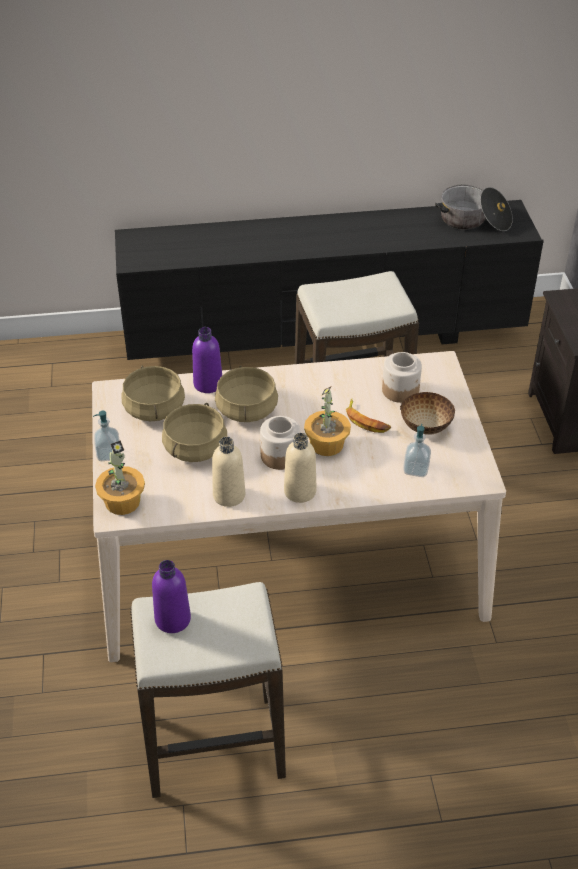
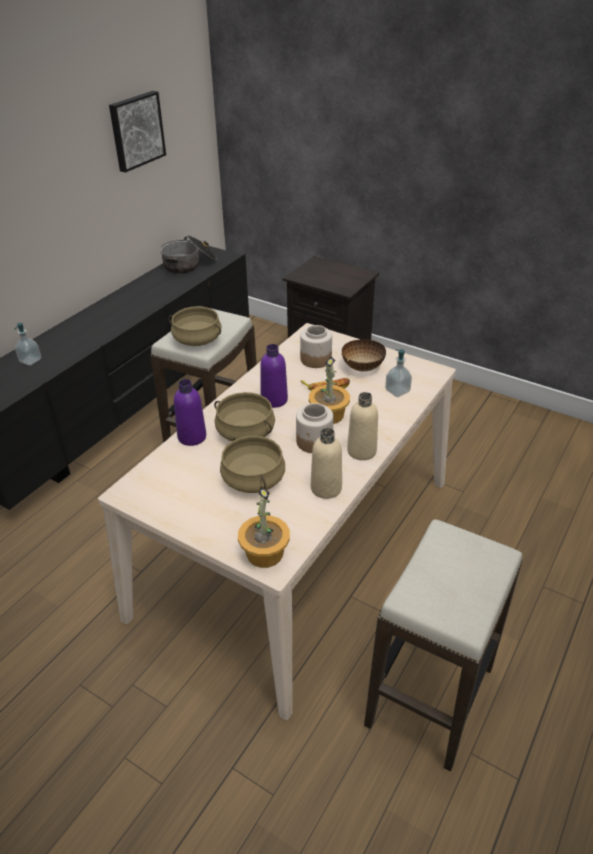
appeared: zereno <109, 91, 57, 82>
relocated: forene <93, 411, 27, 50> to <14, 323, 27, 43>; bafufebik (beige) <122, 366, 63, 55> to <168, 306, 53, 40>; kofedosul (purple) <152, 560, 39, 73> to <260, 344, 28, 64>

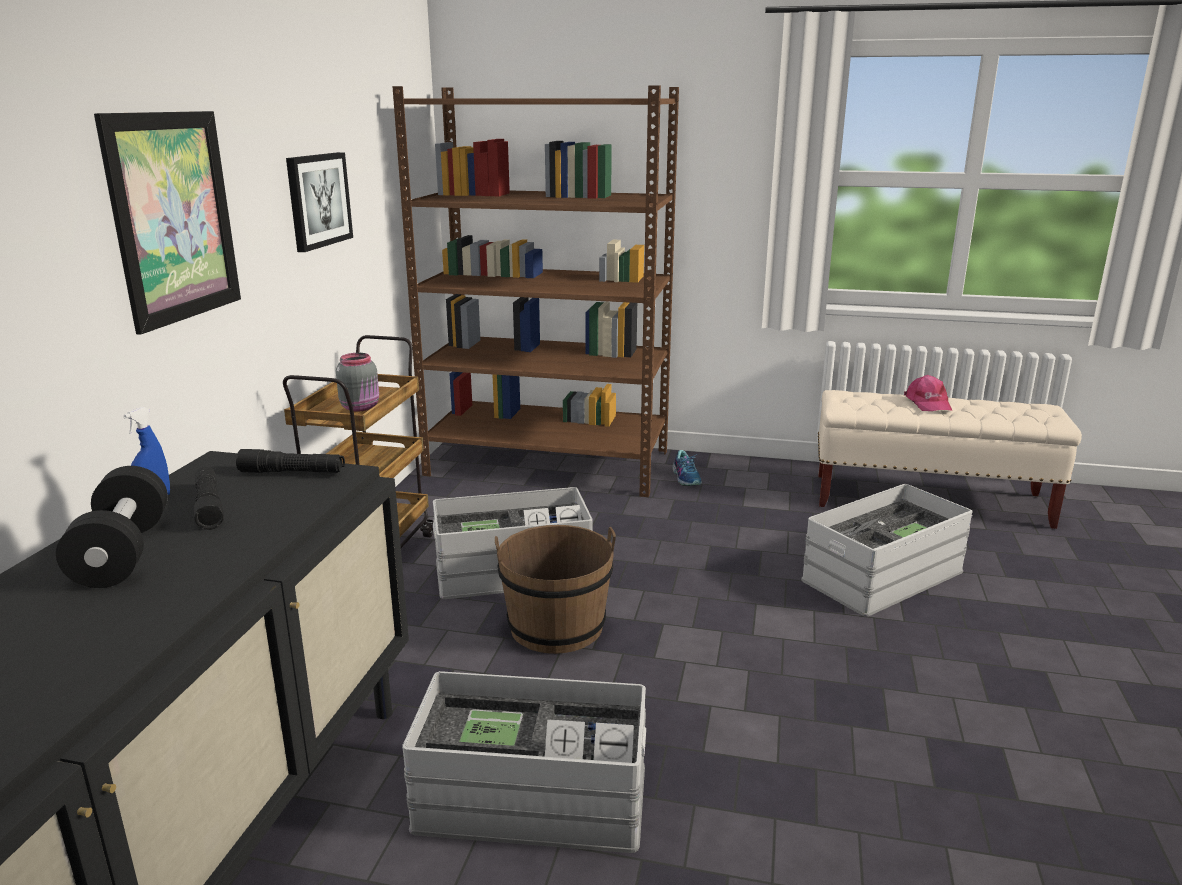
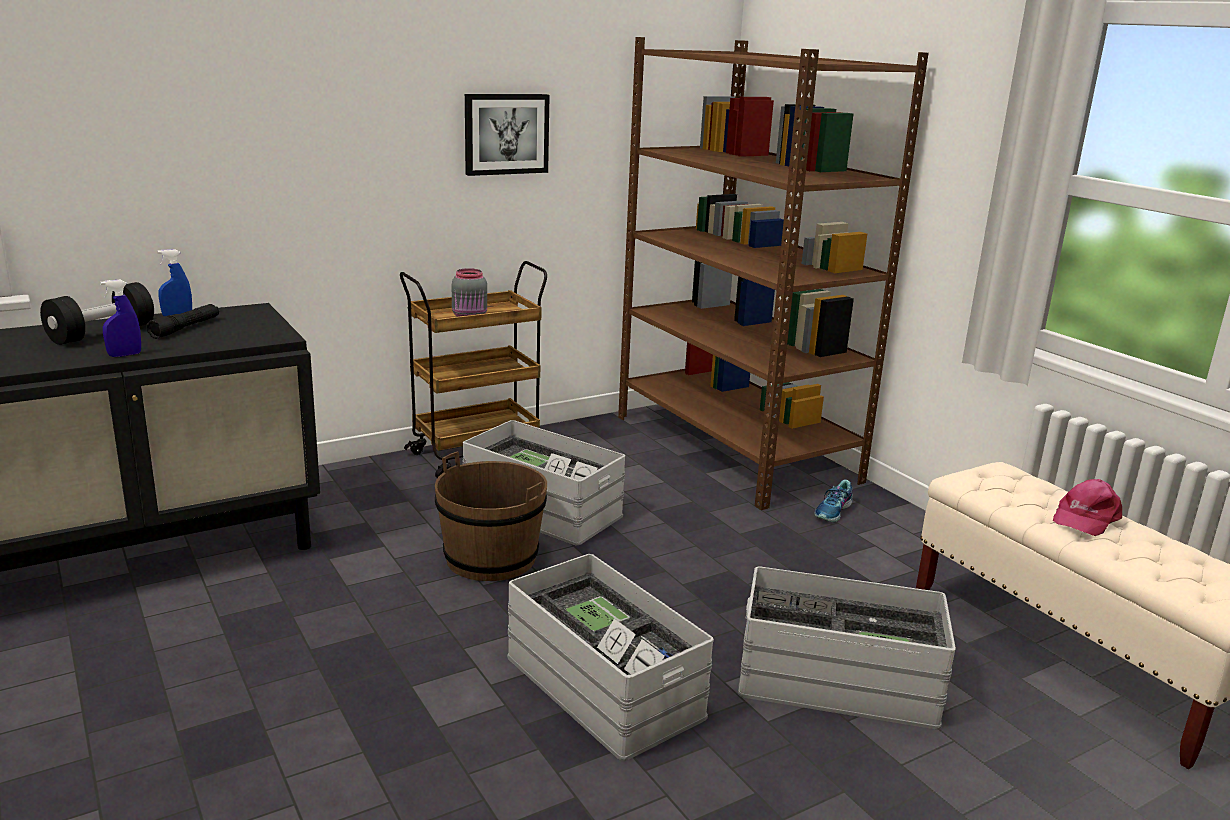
missing: zereno <94, 111, 147, 224>; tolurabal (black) <236, 449, 109, 24>
appeared: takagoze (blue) <100, 280, 41, 77>
relocated: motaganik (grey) <402, 671, 244, 182> to <507, 554, 207, 207>

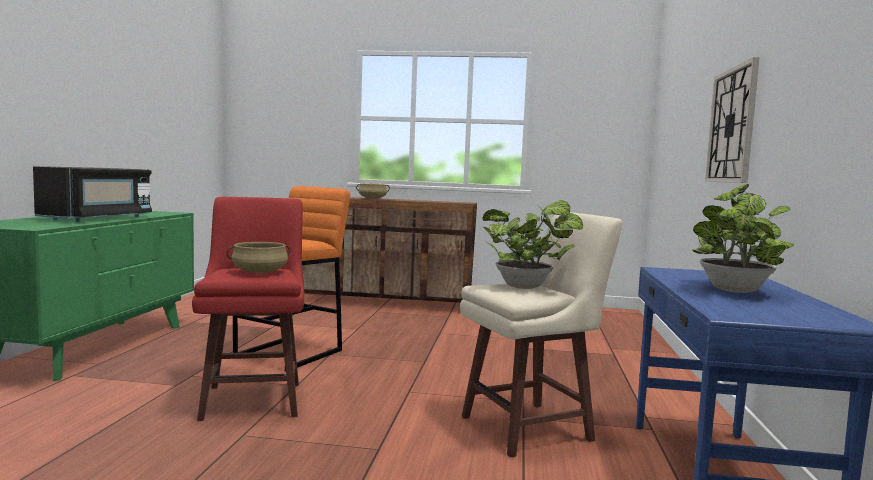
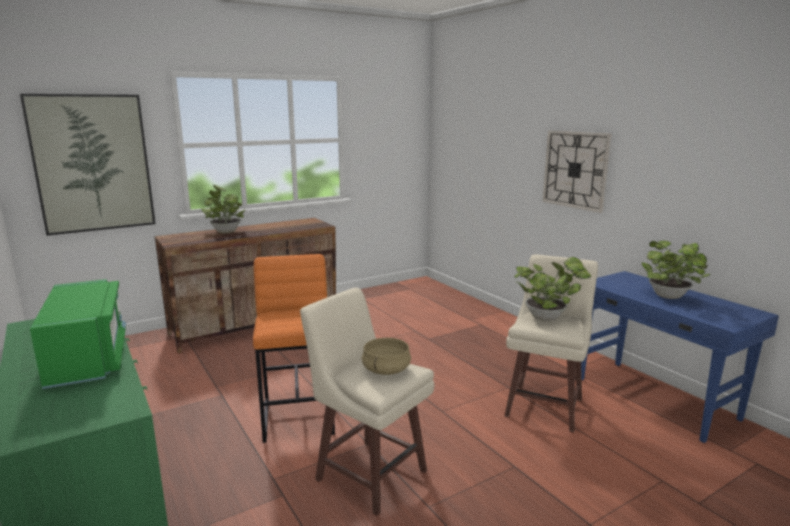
appeared: zereno <20, 94, 136, 142>
exchanged: bafufebik (beige) <356, 183, 34, 16> to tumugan <201, 185, 44, 48>
colour: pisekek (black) <33, 166, 119, 56> to pisekek (green) <30, 279, 96, 110>; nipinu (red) <192, 197, 112, 224> to nipinu (beige) <300, 288, 134, 228>

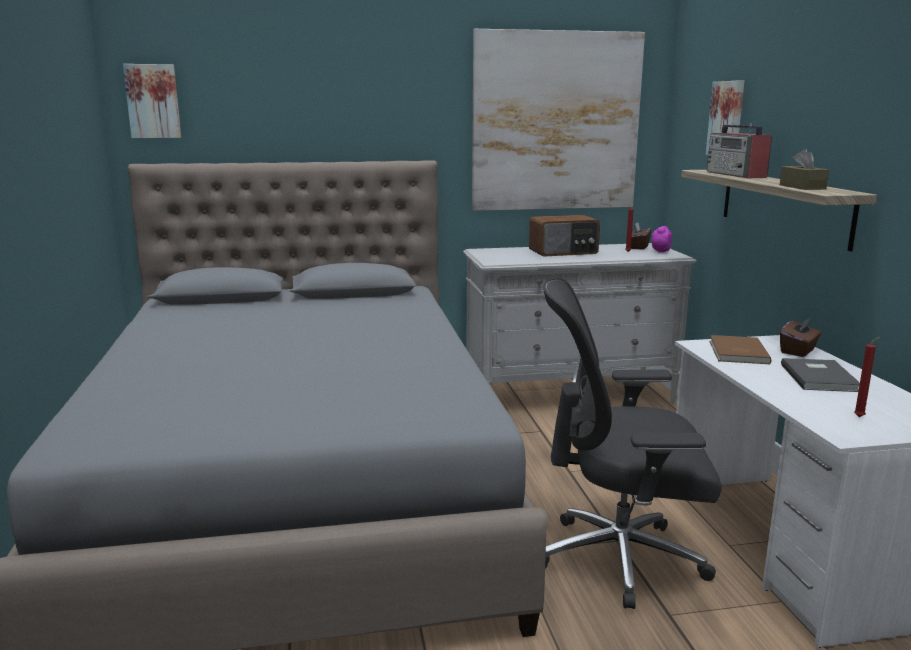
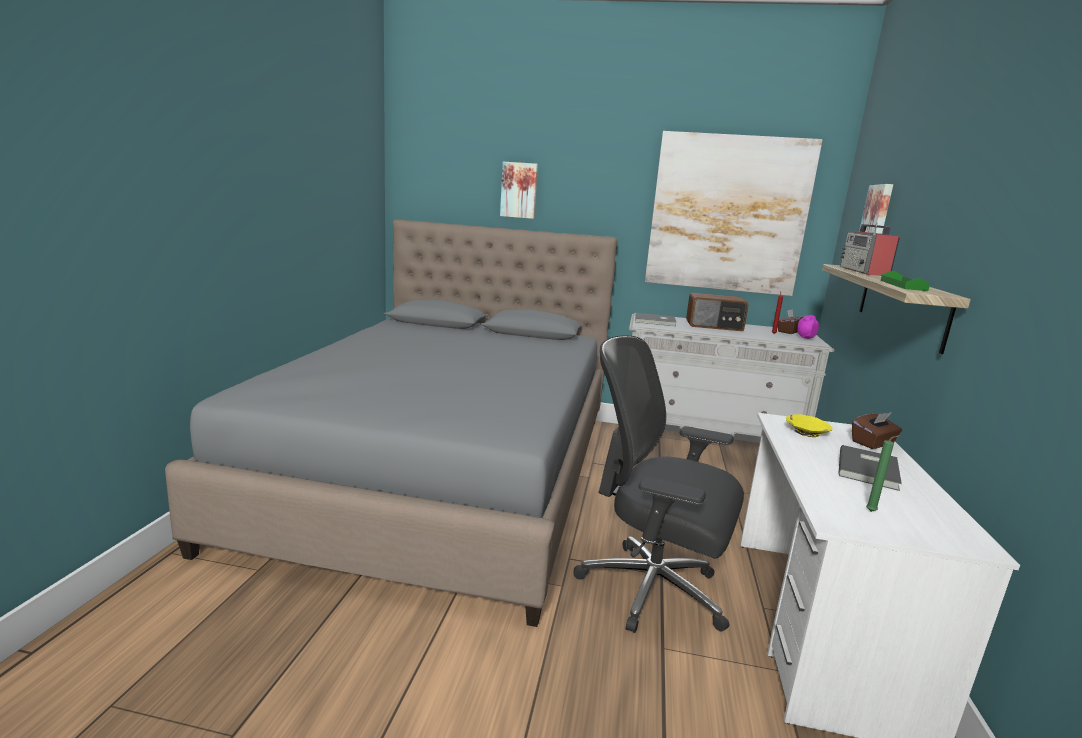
appeared: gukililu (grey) <635, 313, 41, 13>
relocated: zereno <123, 64, 58, 74> to <500, 162, 38, 57>
exchanged: gukililu (brown) <709, 335, 62, 29> to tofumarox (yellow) <786, 414, 47, 23>; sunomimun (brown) <780, 149, 49, 41> to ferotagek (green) <880, 271, 50, 20>
colour: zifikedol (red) <854, 337, 26, 80> to zifikedol (green) <866, 435, 35, 77>

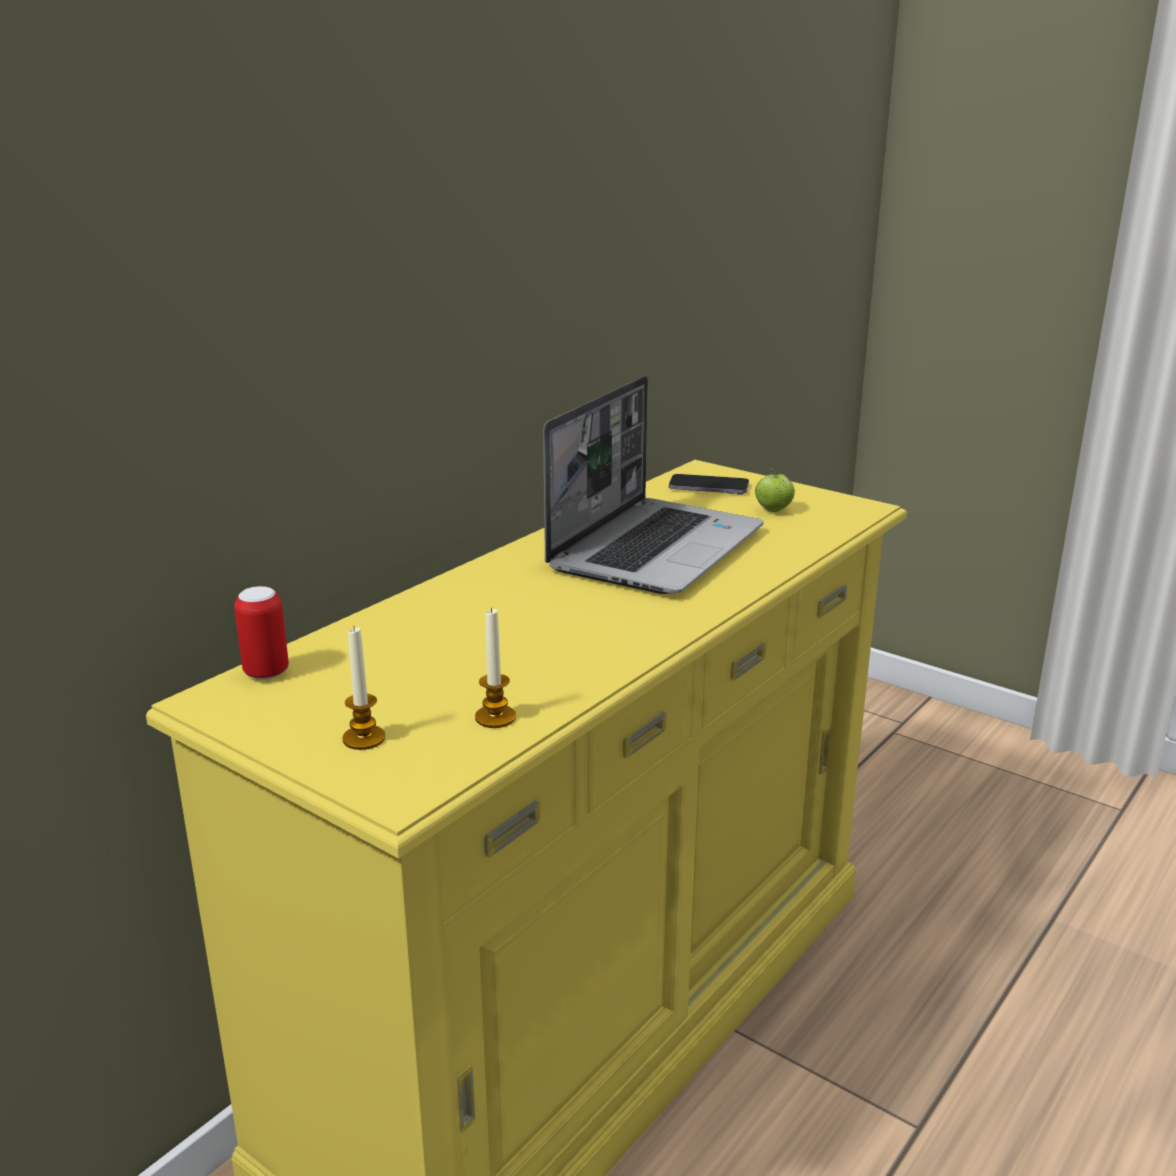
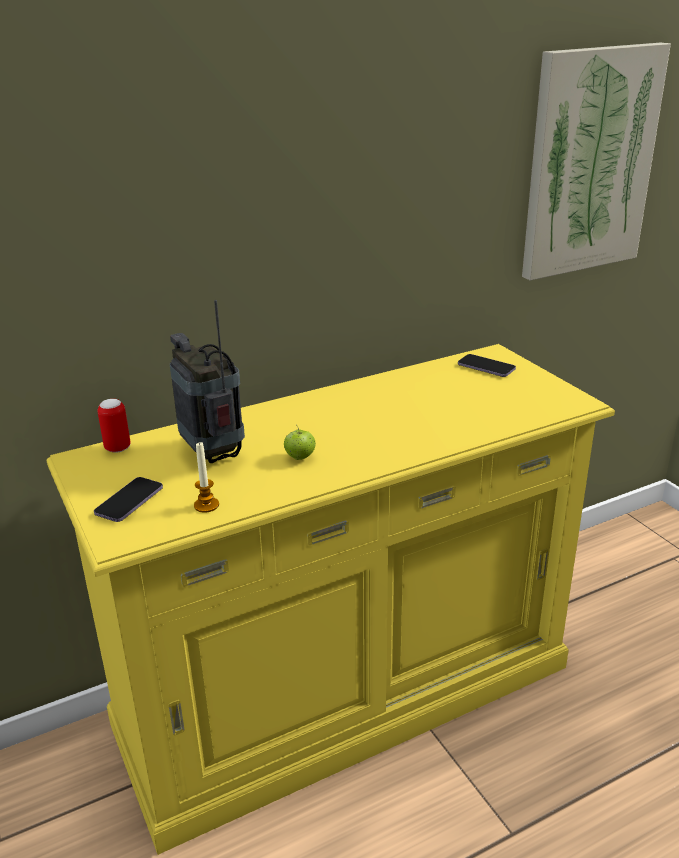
missing: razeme <543, 376, 221, 218>
appeared: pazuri <170, 300, 75, 163>; zereno <522, 43, 149, 238>
relocated: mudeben <755, 468, 40, 44> to <284, 426, 32, 34>
exchanged: zifikedol <342, 627, 43, 123> to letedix <94, 477, 69, 45>

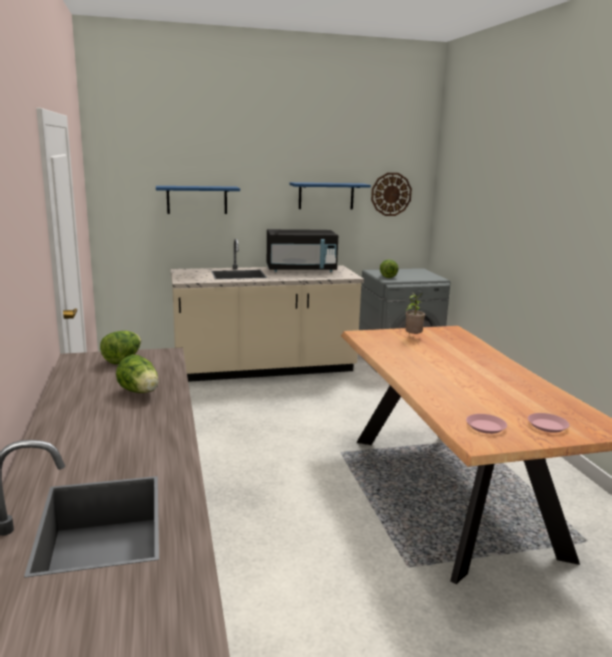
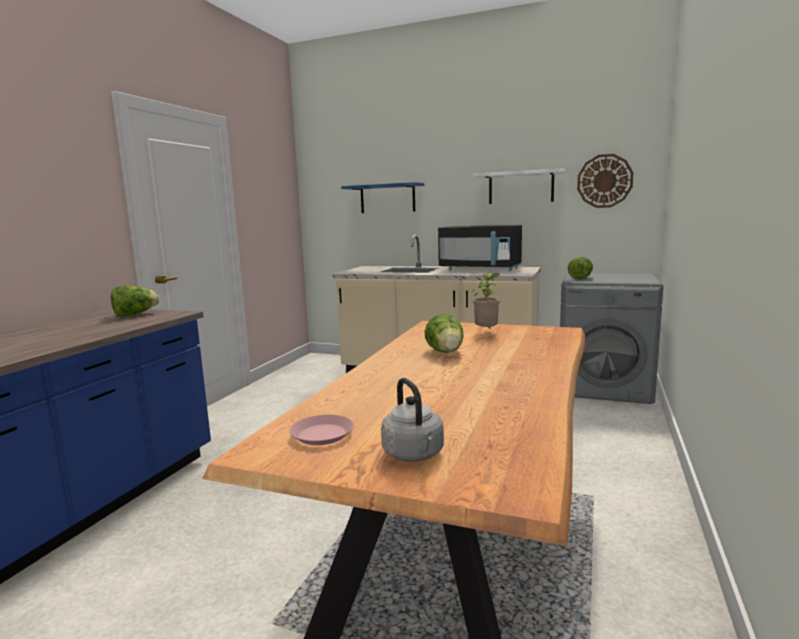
relocated: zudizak <116, 355, 43, 38> to <424, 314, 39, 39>
exchanged: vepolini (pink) <528, 413, 41, 20> to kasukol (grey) <381, 378, 63, 84>
colour: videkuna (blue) <290, 182, 81, 27> to videkuna (white) <473, 168, 93, 36>

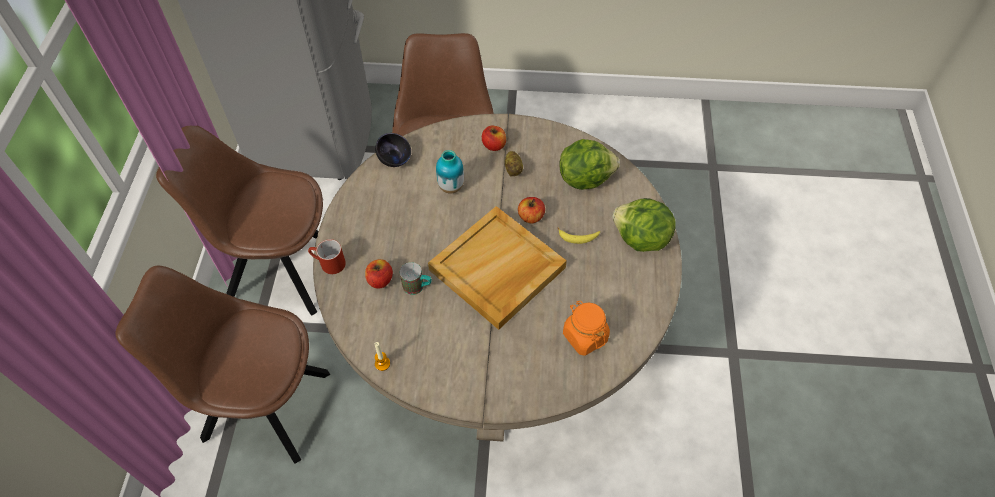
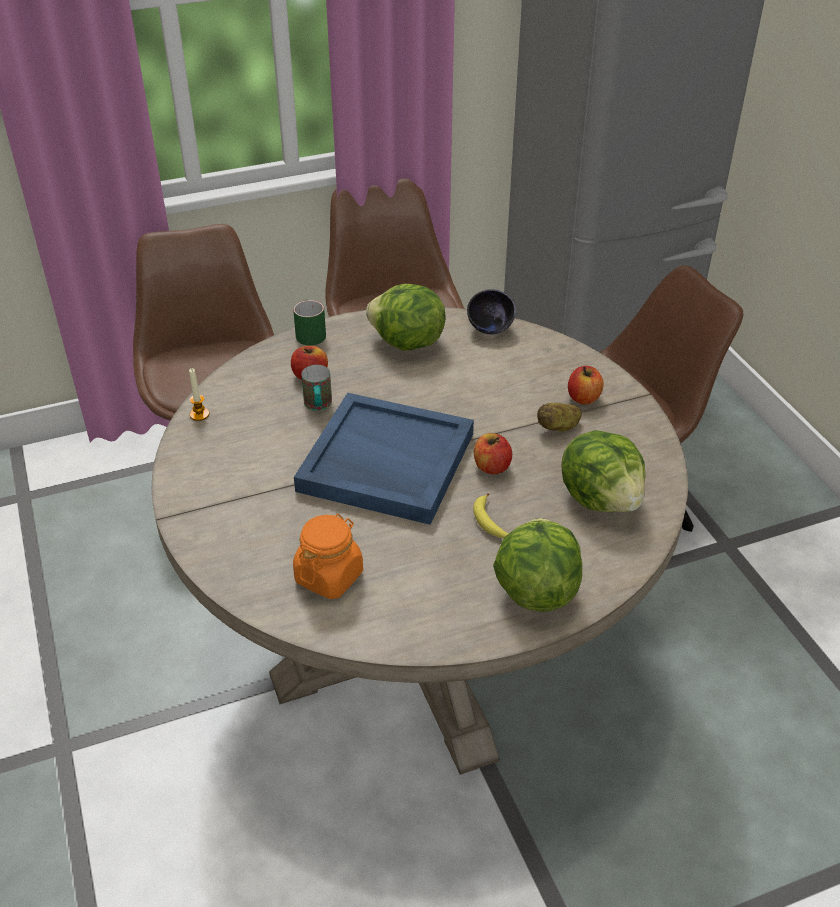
missing: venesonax <436, 150, 28, 44>
appeared: zudizak <366, 284, 80, 67>
colour: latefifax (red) <308, 239, 38, 35> to latefifax (green) <293, 299, 33, 46>; ferotagek (beige) <428, 206, 139, 124> to ferotagek (blue) <294, 393, 180, 132>

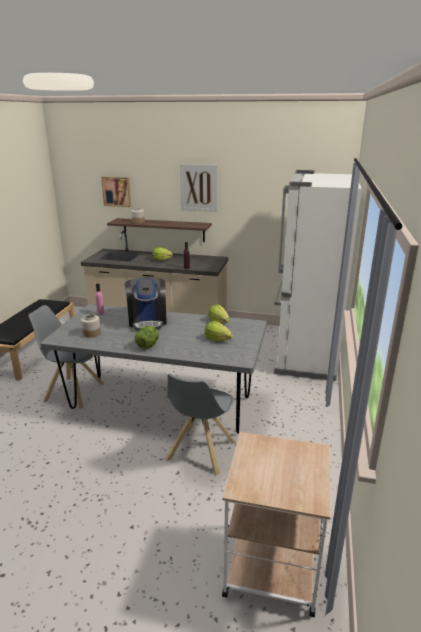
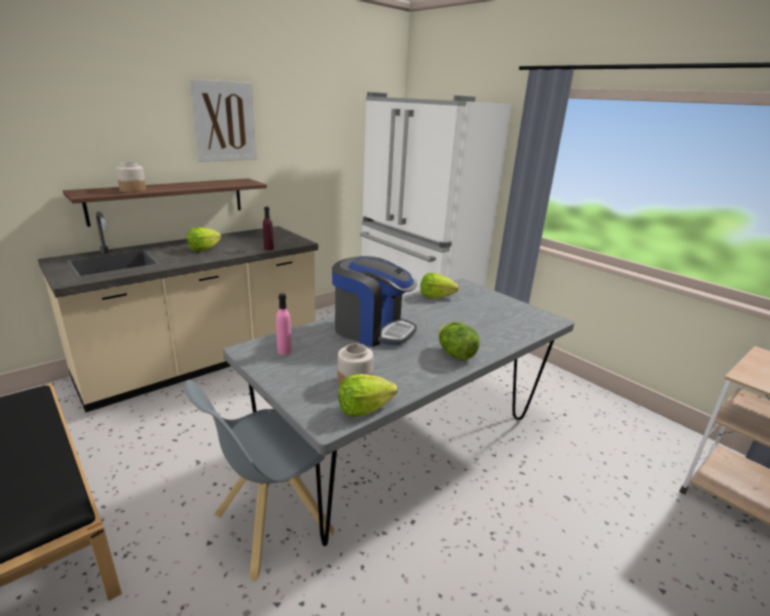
missing: zereno <101, 177, 30, 30>; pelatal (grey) <165, 374, 71, 101>
relocated: zudizak <205, 321, 28, 20> to <338, 374, 59, 43>

